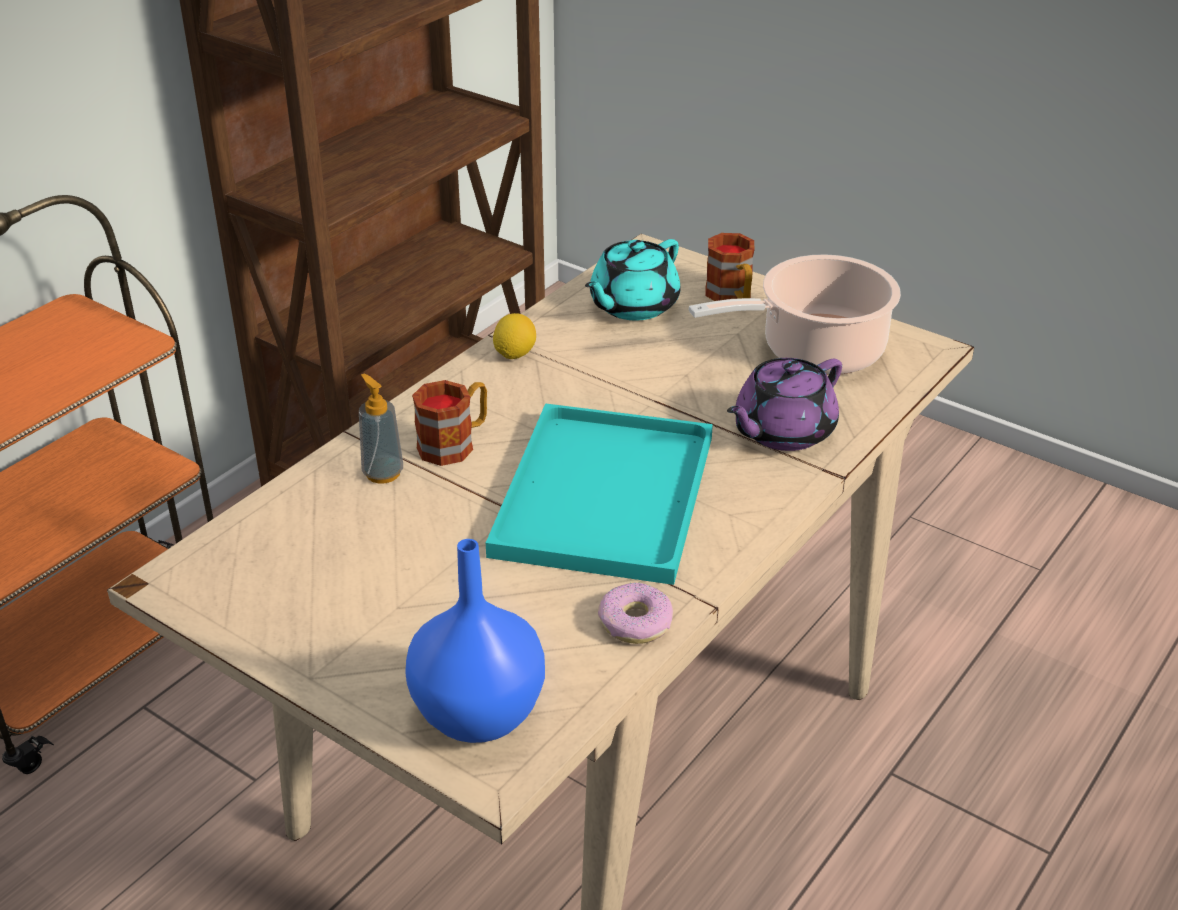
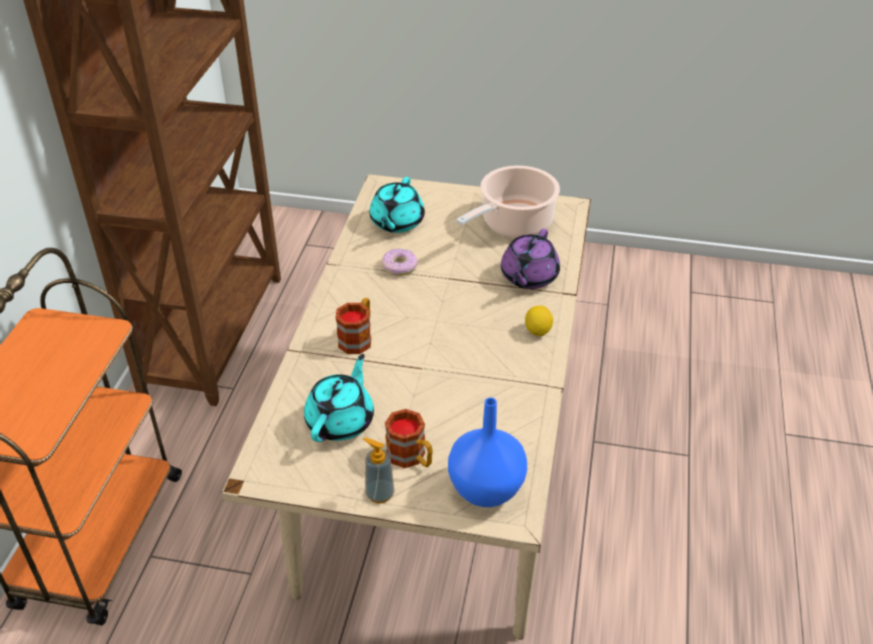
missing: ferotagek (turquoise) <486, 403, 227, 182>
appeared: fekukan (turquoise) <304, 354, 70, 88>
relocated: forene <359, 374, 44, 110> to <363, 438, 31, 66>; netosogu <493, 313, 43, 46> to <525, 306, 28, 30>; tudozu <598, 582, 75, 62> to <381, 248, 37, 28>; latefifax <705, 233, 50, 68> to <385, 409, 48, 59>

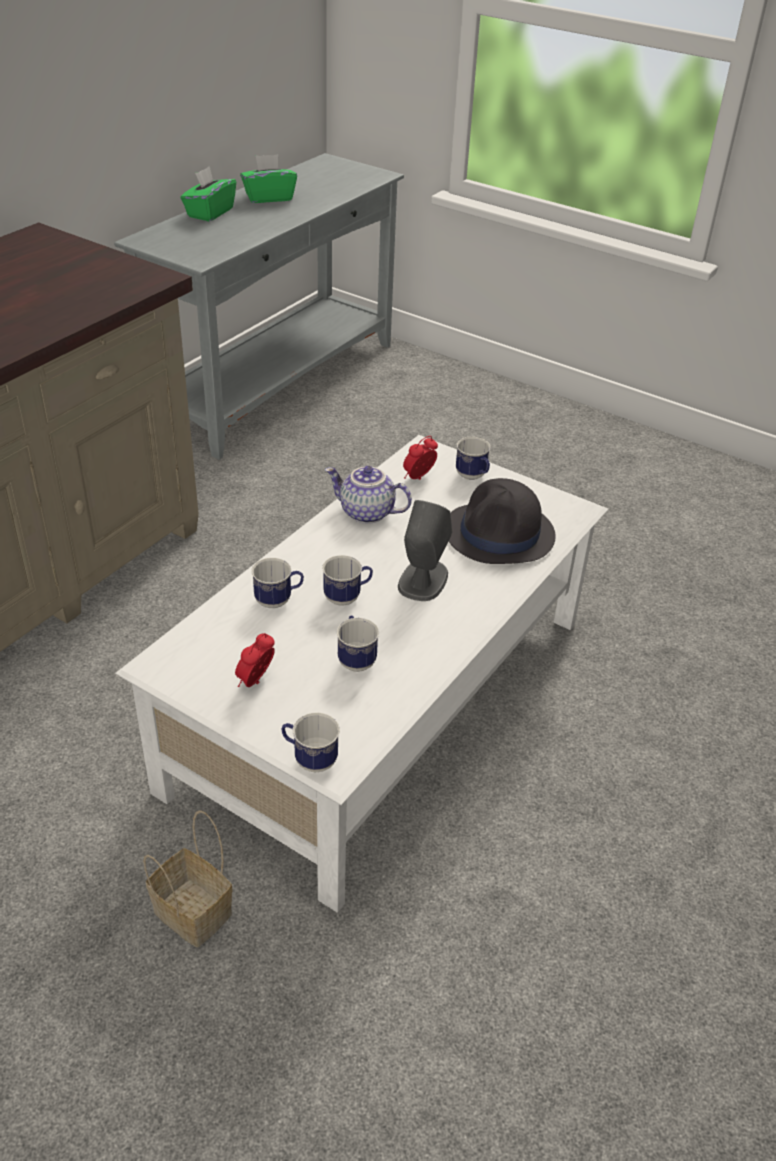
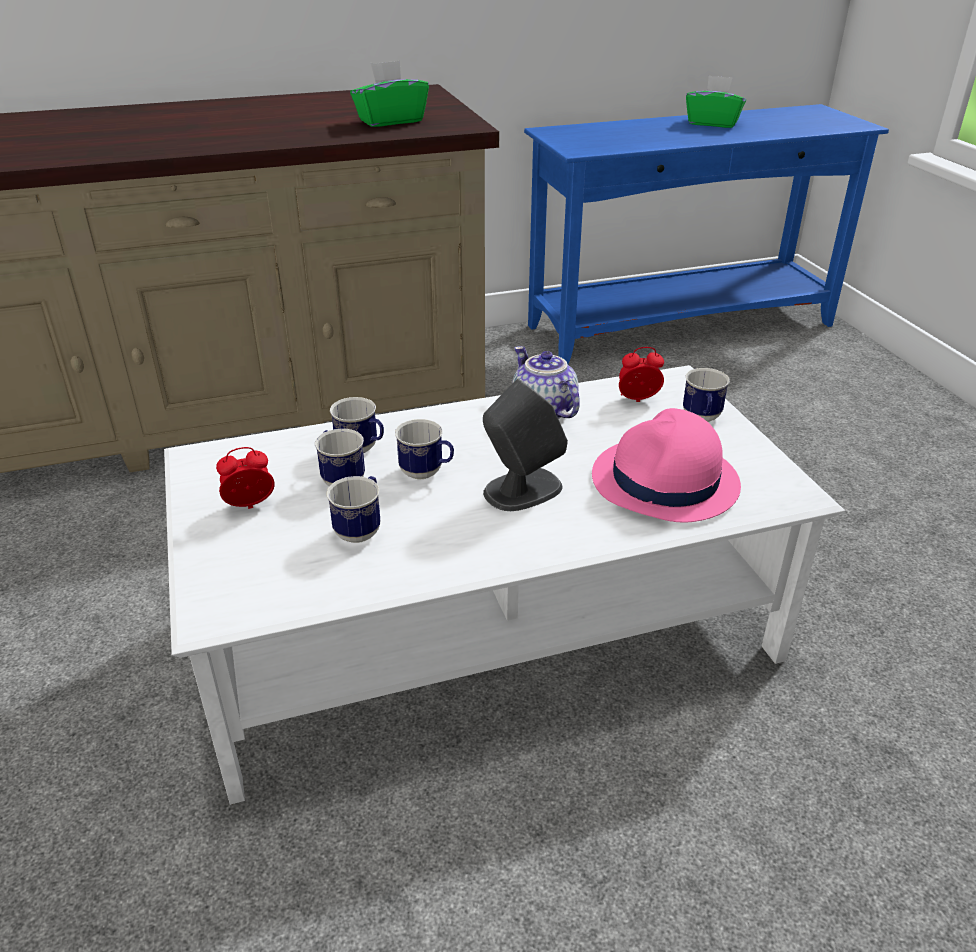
missing: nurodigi <143, 810, 89, 137>
relocated: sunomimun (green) <181, 166, 55, 55> to <350, 60, 79, 67>; latefifax <281, 712, 59, 60> to <315, 429, 50, 57>
colour: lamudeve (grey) <114, 153, 290, 307> to lamudeve (blue) <524, 104, 365, 260>; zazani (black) <449, 478, 107, 86> to zazani (pink) <592, 408, 149, 115>

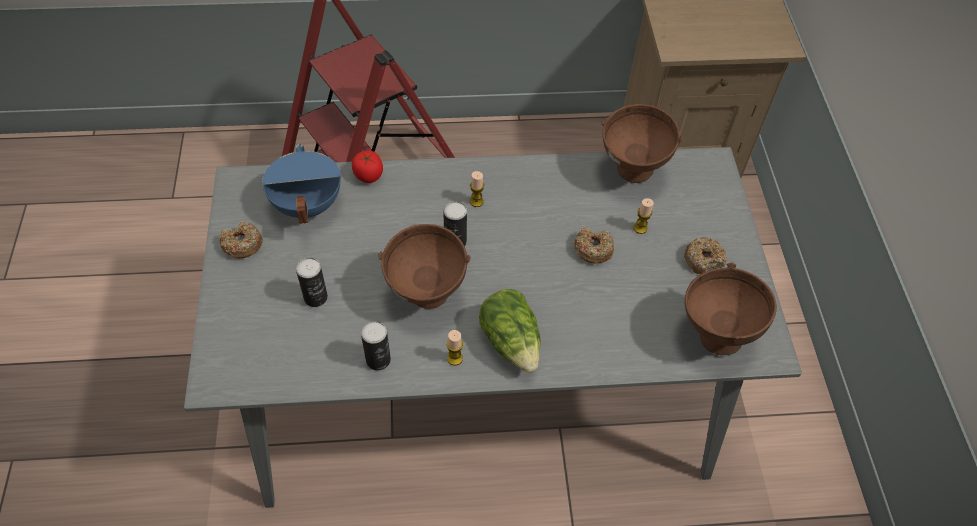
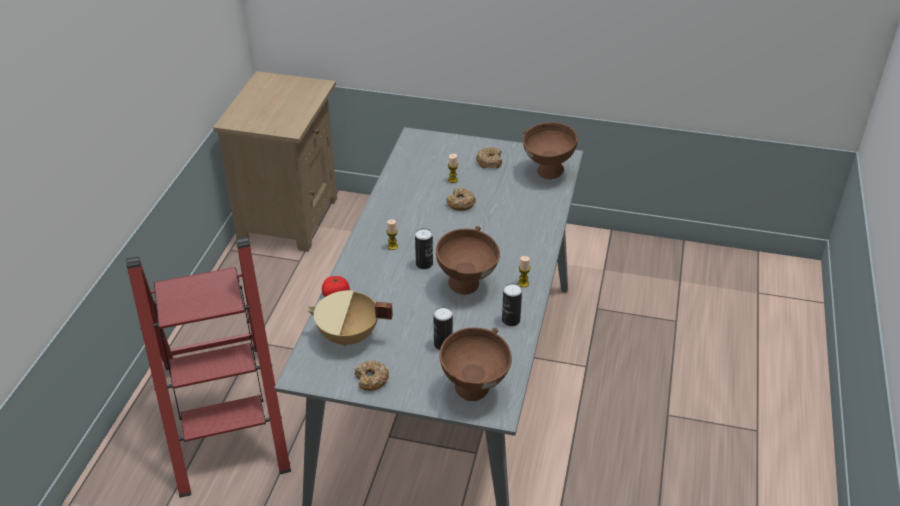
missing: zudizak <479, 289, 62, 84>
relocated: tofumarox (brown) <602, 104, 81, 79> to <439, 327, 73, 74>
colour: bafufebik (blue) <262, 144, 79, 80> to bafufebik (beige) <306, 290, 87, 57>

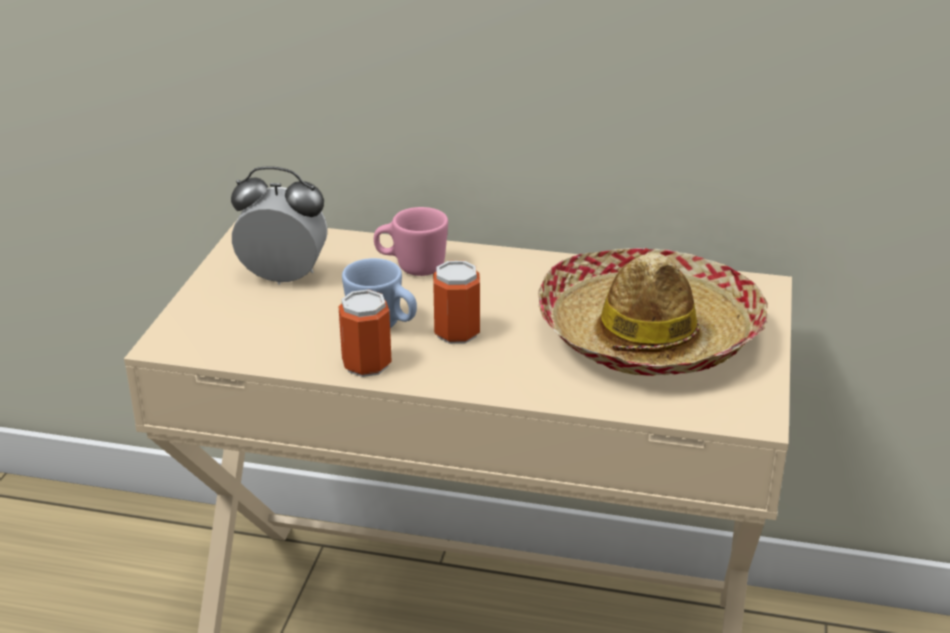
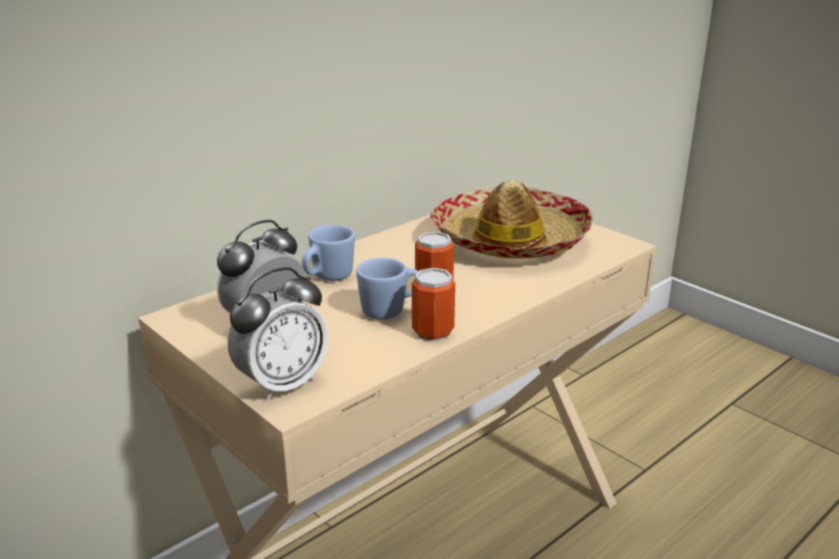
appeared: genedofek <228, 267, 100, 134>
colour: latefifax (pink) <374, 207, 74, 69> to latefifax (blue) <302, 225, 53, 56>

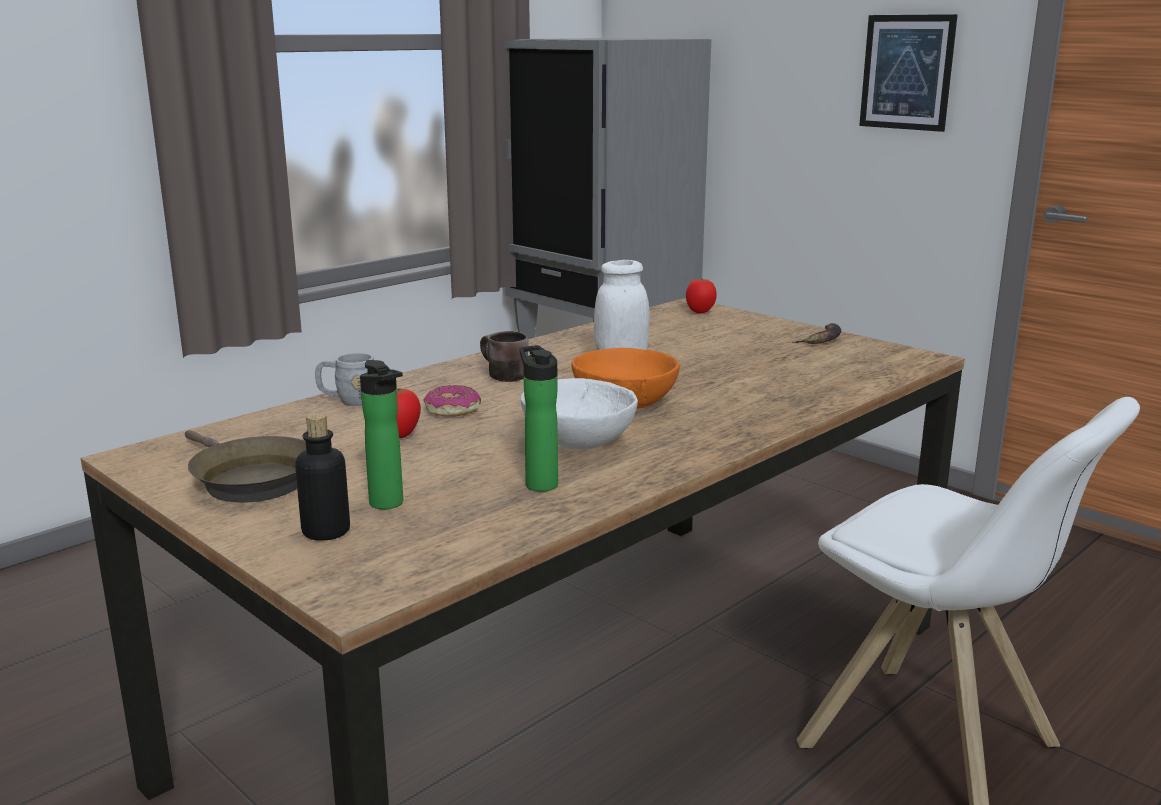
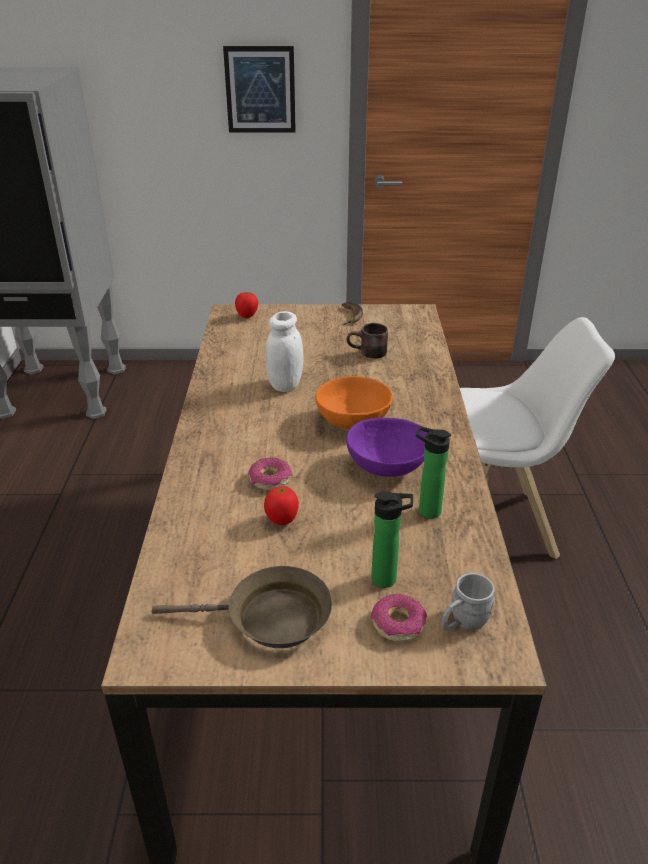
relocated: latefifax (grey) <315, 352, 59, 54> to <441, 573, 54, 58>; latefifax (brown) <480, 331, 48, 51> to <346, 323, 42, 35>
exchanged: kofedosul <295, 413, 55, 128> to tudozu <371, 594, 56, 47>
colour: tofumarox (white) <521, 378, 117, 72> to tofumarox (purple) <346, 418, 82, 59>

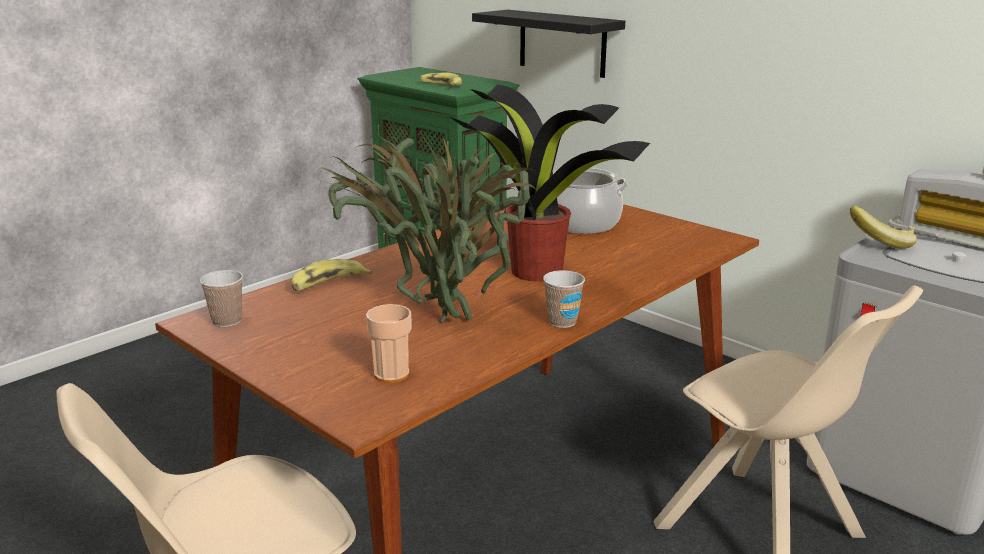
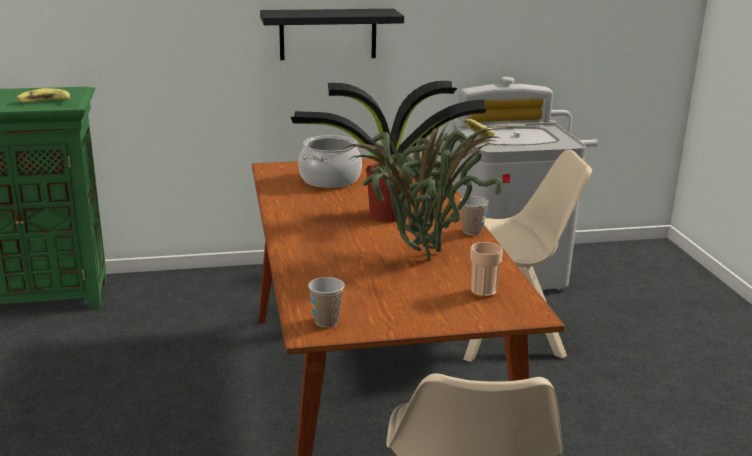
missing: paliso <291, 259, 81, 32>
relocated: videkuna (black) <472, 10, 153, 68> to <260, 9, 144, 51>

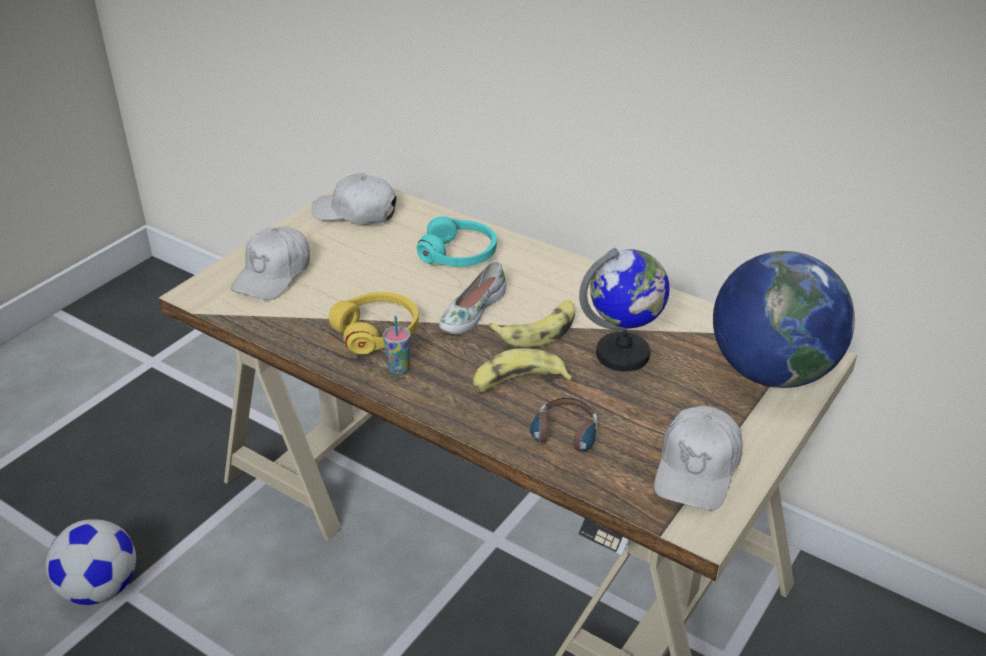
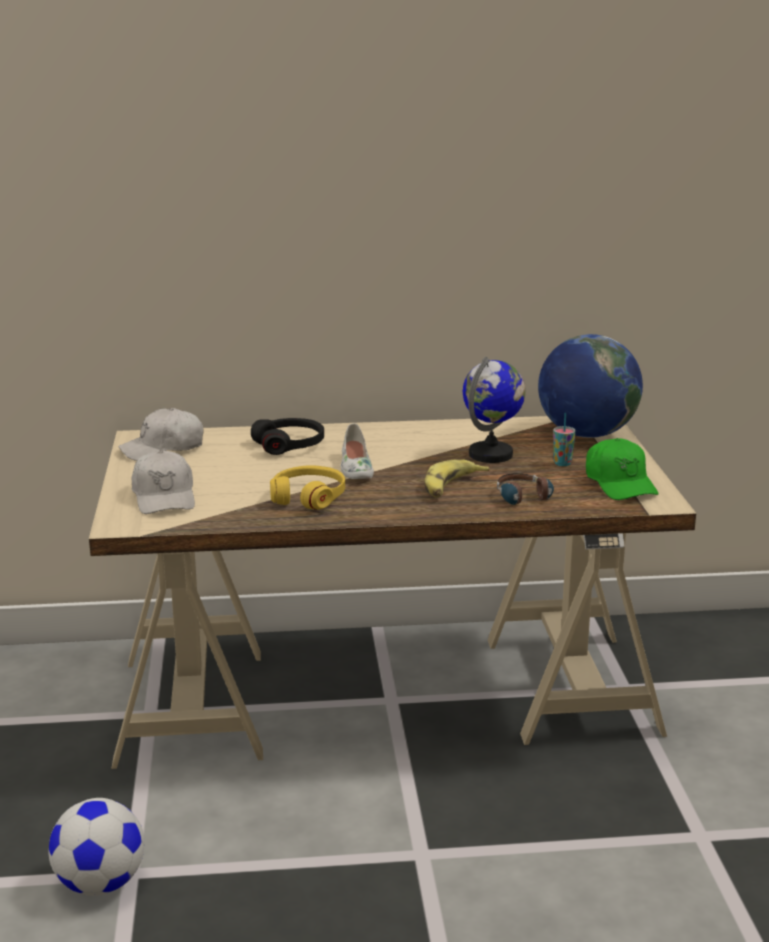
missing: paliso <488, 300, 87, 47>
relocated: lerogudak <383, 316, 28, 59> to <553, 413, 23, 53>
colour: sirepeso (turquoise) <417, 216, 80, 51> to sirepeso (black) <251, 418, 73, 37>; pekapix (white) <654, 406, 89, 105> to pekapix (green) <586, 438, 73, 62>

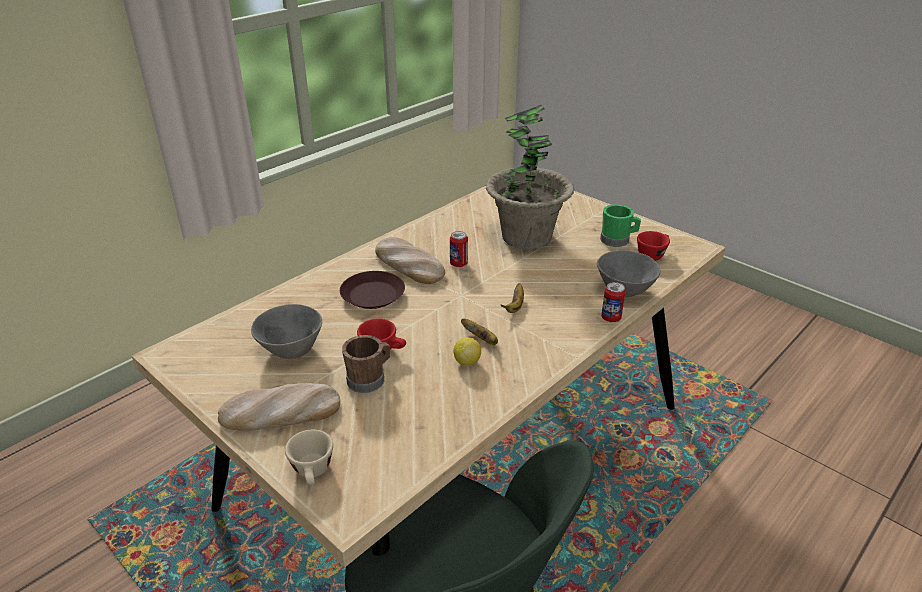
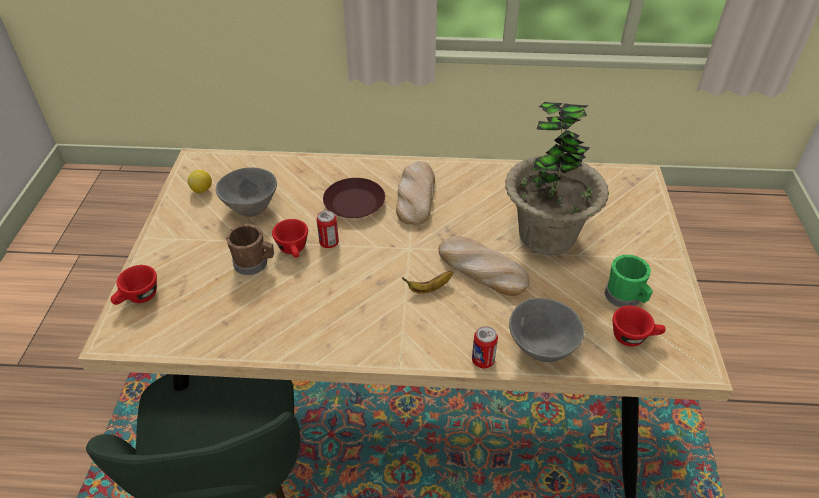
missing: paliso <461, 318, 37, 27>
relocated: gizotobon <218, 383, 122, 48> to <439, 236, 90, 60>; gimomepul <450, 231, 18, 36> to <316, 210, 23, 38>; netosogu <453, 337, 28, 29> to <187, 170, 25, 23>
colour: lerogudak (beige) <285, 430, 48, 55> to lerogudak (red) <111, 265, 46, 40>

